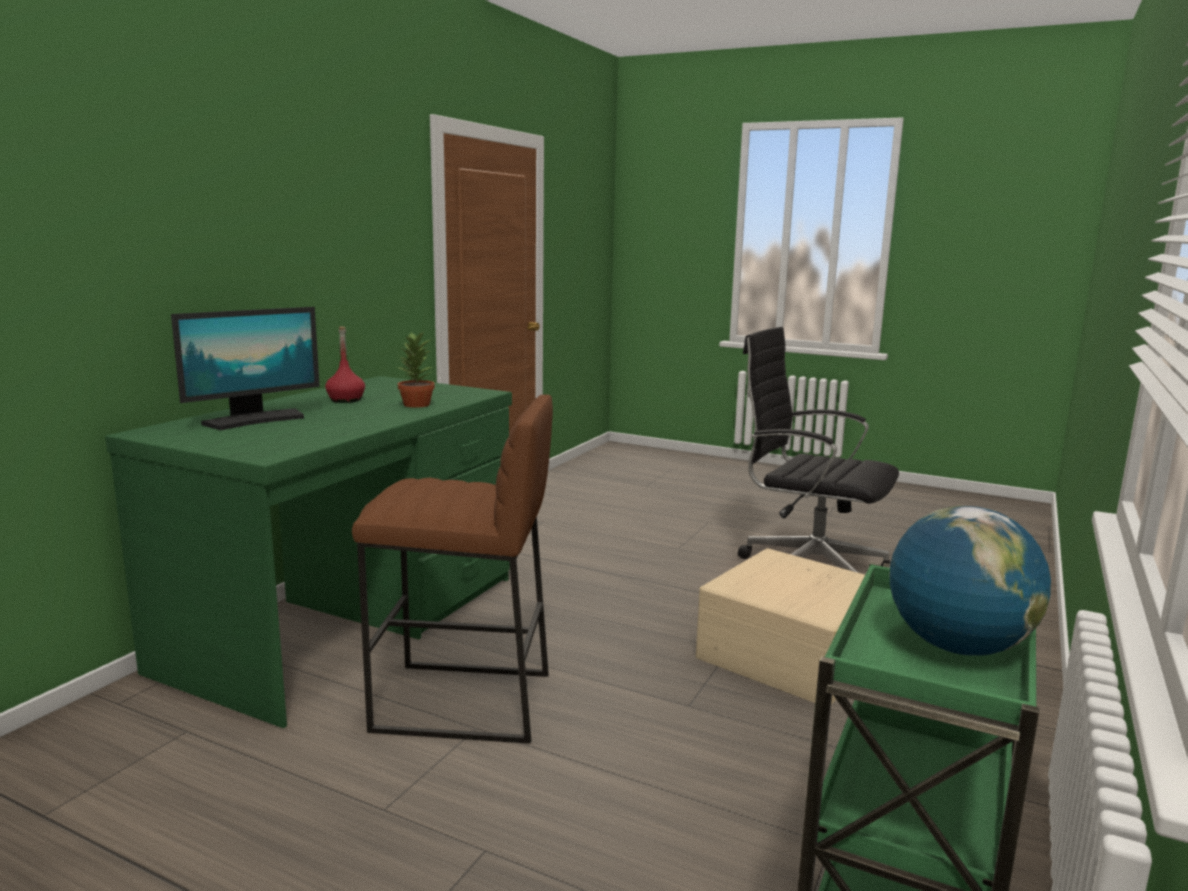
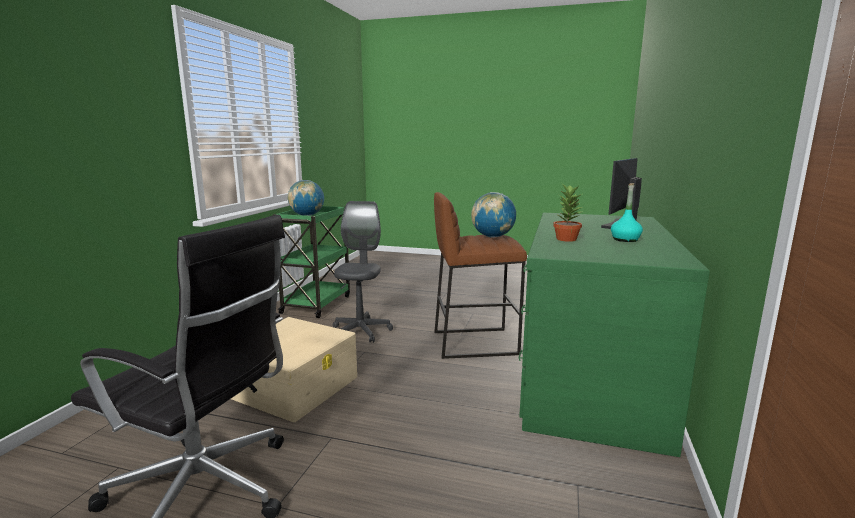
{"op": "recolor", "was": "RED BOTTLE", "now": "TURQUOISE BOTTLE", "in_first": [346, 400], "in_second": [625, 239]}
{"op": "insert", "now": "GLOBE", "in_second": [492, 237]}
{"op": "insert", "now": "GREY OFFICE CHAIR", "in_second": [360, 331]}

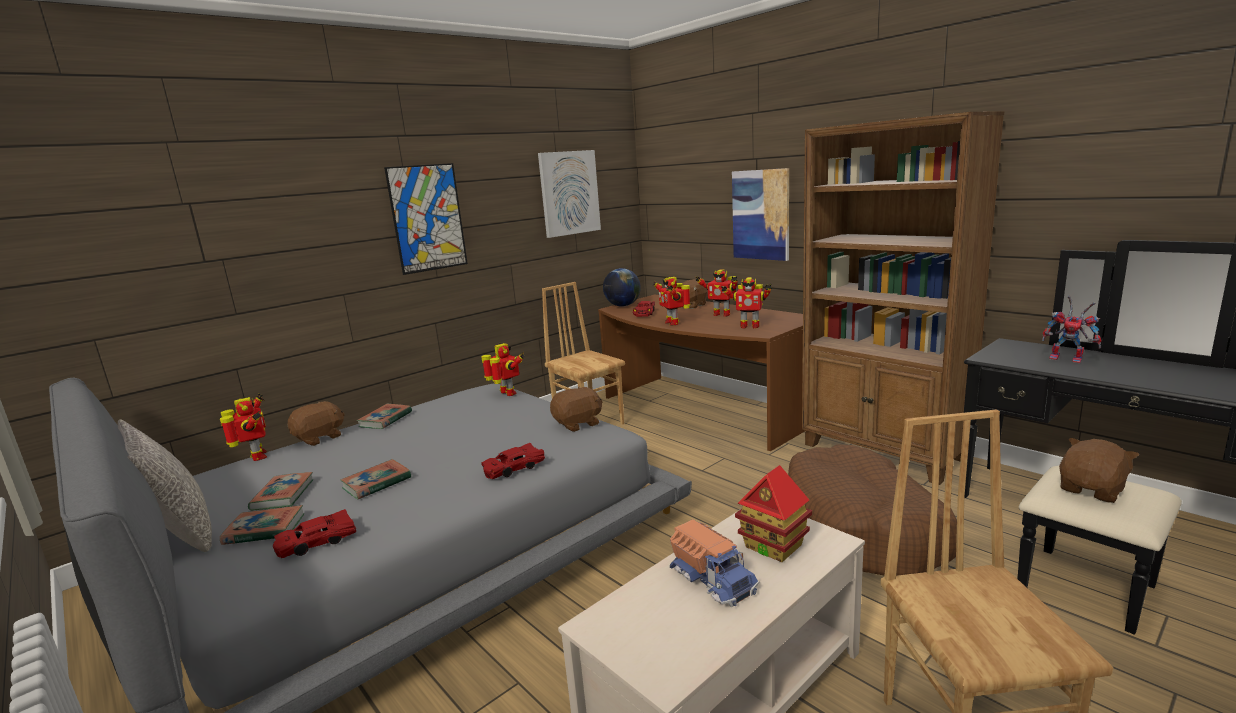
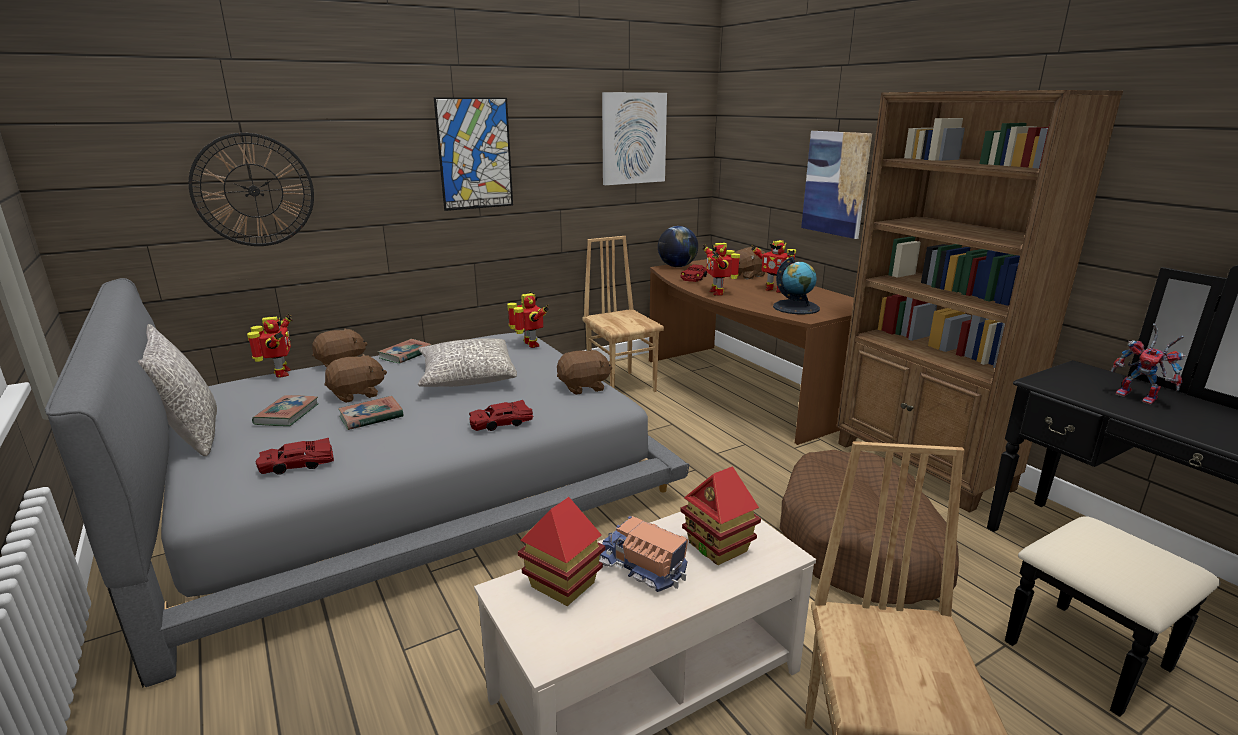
{"op": "replace", "was": "TOY ROBOT", "now": "GLOBE", "in_first": [749, 326], "in_second": [796, 307]}
{"op": "move", "was": "BROWN PLUSH TOY", "in_first": [1092, 490], "in_second": [357, 394]}
{"op": "delete", "was": "BOOK", "in_first": [264, 530]}
{"op": "rotate", "was": "TOY TRUCK", "in_first": [713, 579], "in_second": [641, 568], "clockwise": 150}
{"op": "insert", "now": "WALL CLOCK", "in_second": [254, 190]}
{"op": "insert", "now": "GREY PILLOW", "in_second": [467, 376]}
{"op": "insert", "now": "TOY HOUSE", "in_second": [562, 585]}

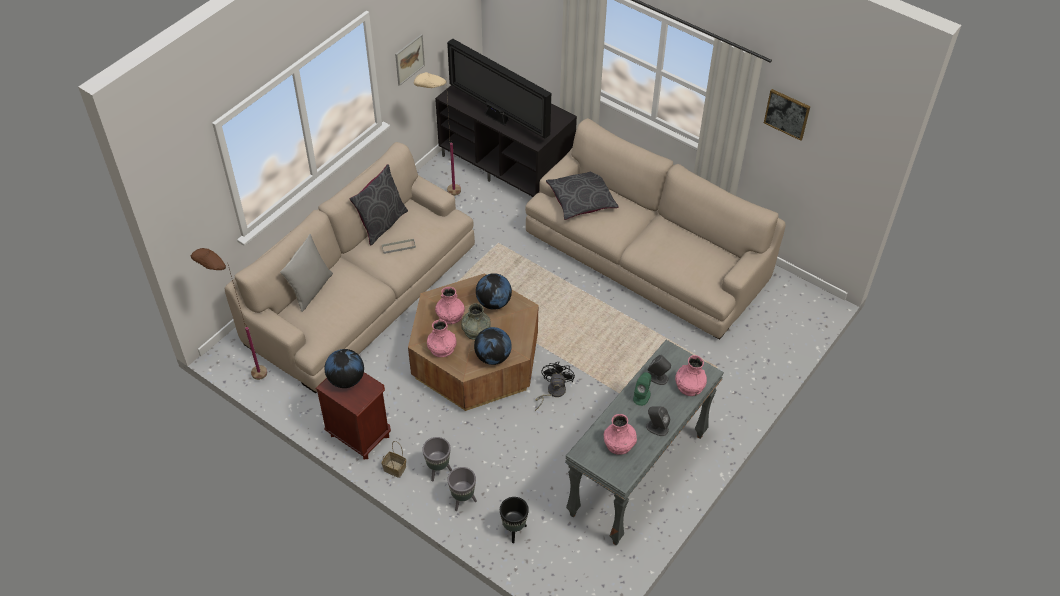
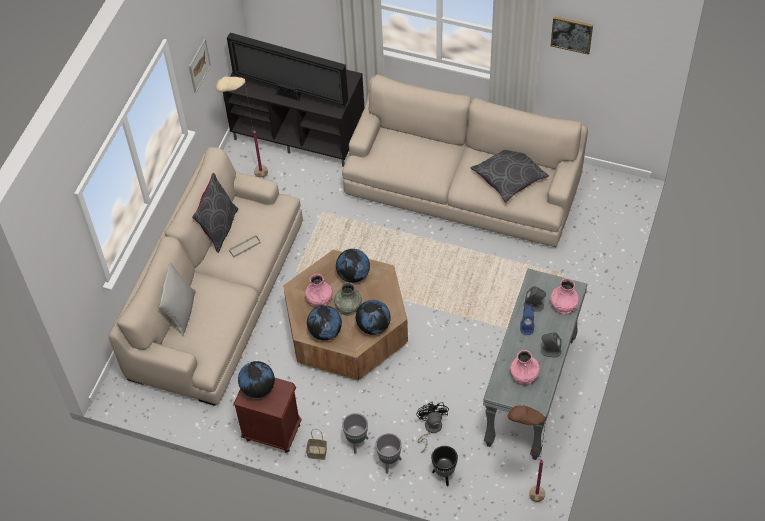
{"op": "move", "was": "GREY PILLOW", "in_first": [581, 200], "in_second": [509, 177]}
{"op": "move", "was": "BROWN FLOOR LAMP", "in_first": [247, 373], "in_second": [522, 497]}
{"op": "replace", "was": "PINK VASE", "now": "GLOBE", "in_first": [442, 348], "in_second": [325, 332]}
{"op": "move", "was": "BLACK FAN", "in_first": [553, 392], "in_second": [430, 429]}
{"op": "recolor", "was": "GREEN SPEAKER", "now": "BLUE SPEAKER", "in_first": [642, 396], "in_second": [527, 326]}

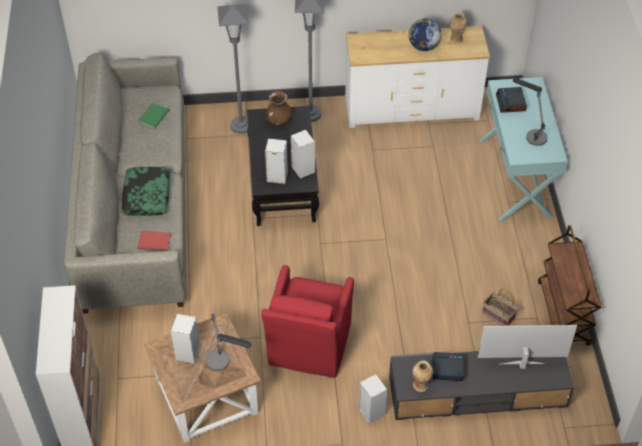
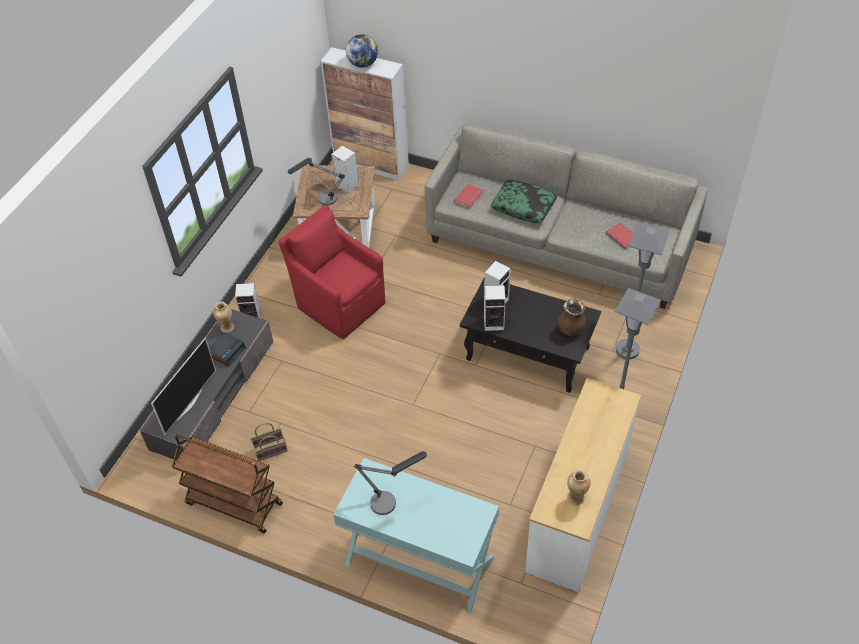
{"op": "move", "was": "GLOBE", "in_first": [423, 47], "in_second": [363, 64]}
{"op": "delete", "was": "ALARM CLOCK", "in_first": [511, 103]}
{"op": "recolor", "was": "GREEN BOOK", "now": "RED BOOK", "in_first": [152, 116], "in_second": [623, 236]}

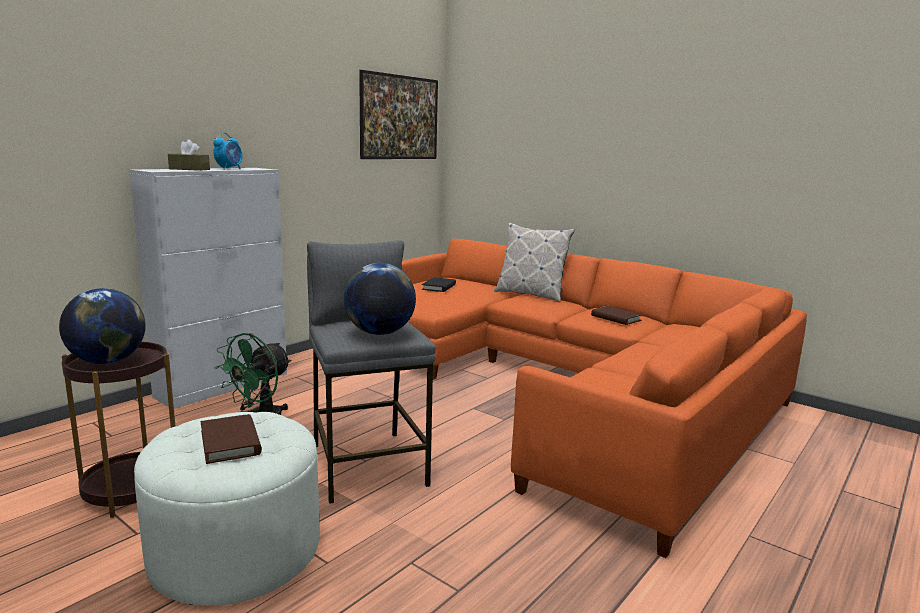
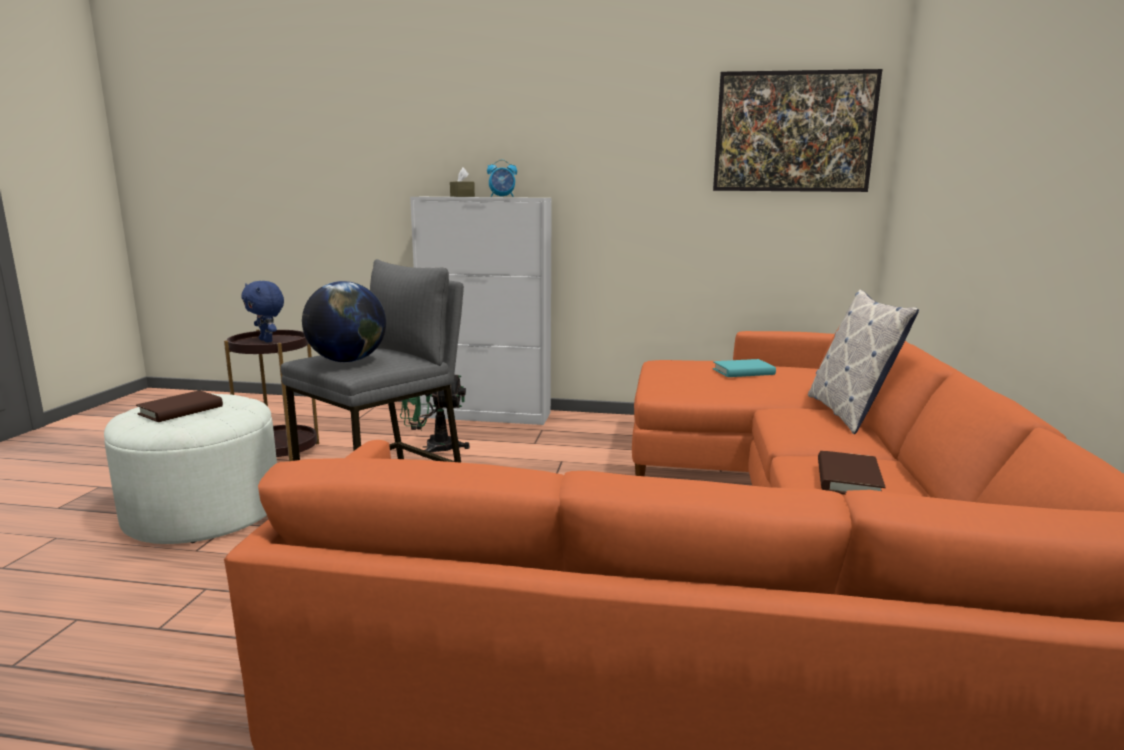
{"op": "recolor", "was": "BLACK BOOK", "now": "TURQUOISE BOOK", "in_first": [439, 287], "in_second": [743, 372]}
{"op": "replace", "was": "GLOBE", "now": "BLUE PLUSH TOY", "in_first": [107, 361], "in_second": [267, 340]}

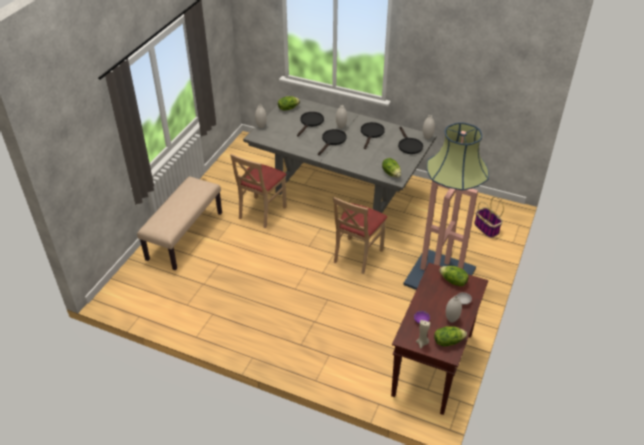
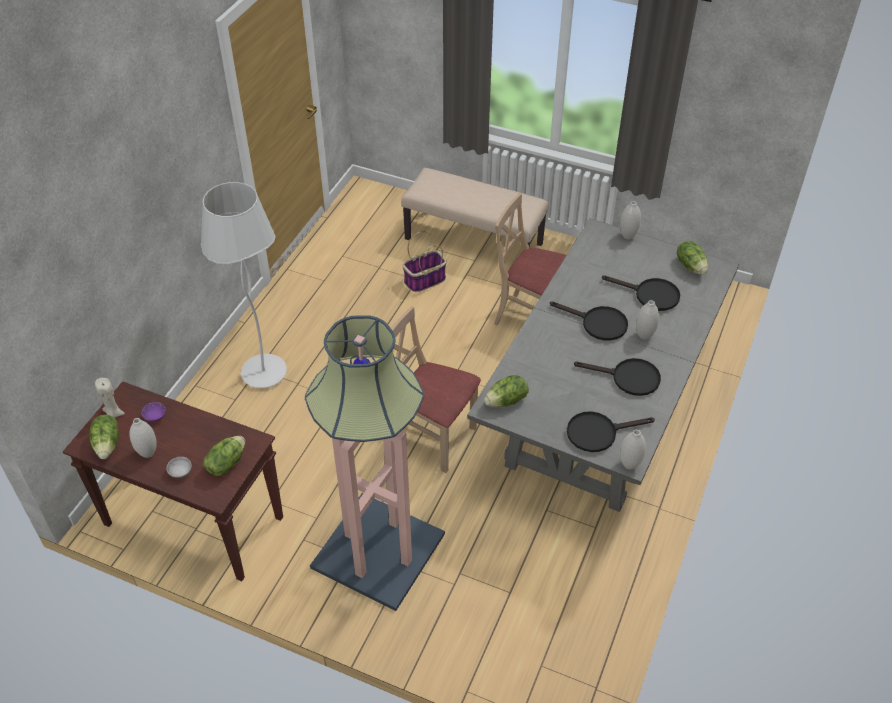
{"op": "move", "was": "BASKET", "in_first": [487, 228], "in_second": [424, 280]}
{"op": "insert", "now": "WHITE FLOOR LAMP", "in_second": [264, 373]}

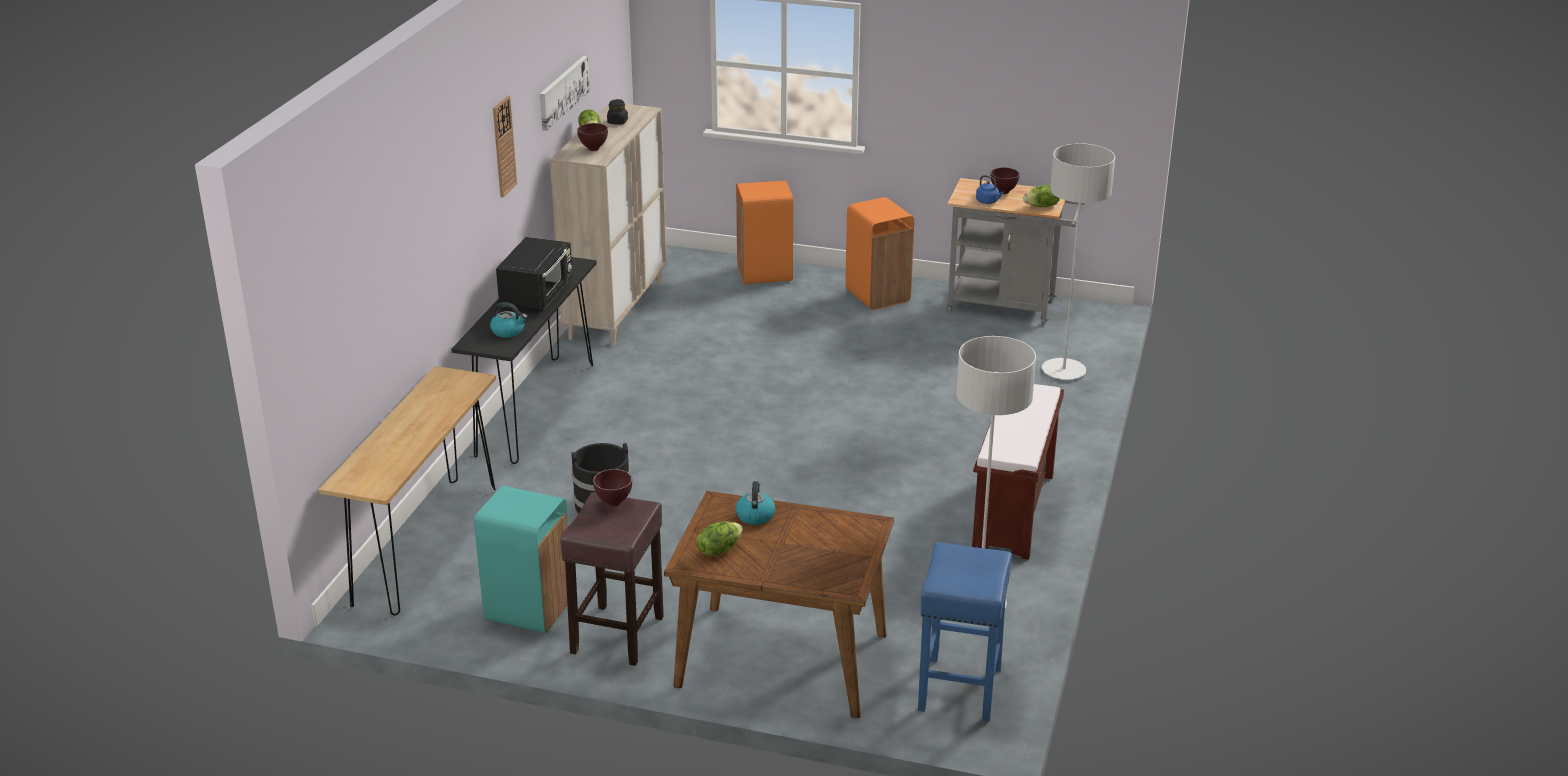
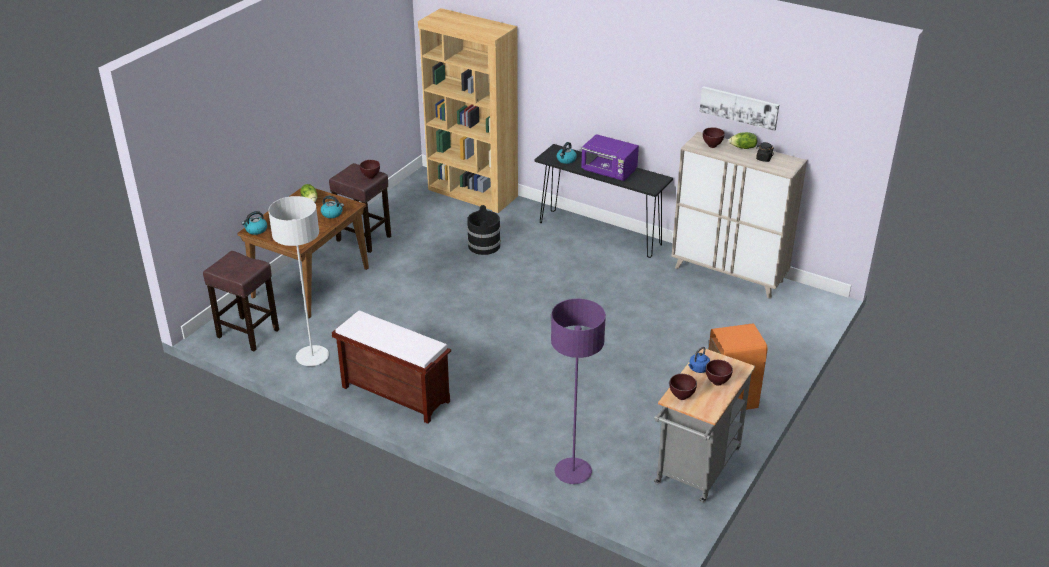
{"op": "delete", "was": "WALL CLOCK", "in_first": [503, 146]}
{"op": "recolor", "was": "GREY FLOOR LAMP", "now": "PURPLE FLOOR LAMP", "in_first": [1063, 371], "in_second": [573, 472]}
{"op": "delete", "was": "ORANGE TRASH CAN", "in_first": [764, 273]}
{"op": "replace", "was": "LETTUCE", "now": "BROWN BOWL", "in_first": [1042, 206], "in_second": [681, 397]}
{"op": "recolor", "was": "BLACK MICROWAVE", "now": "PURPLE MICROWAVE", "in_first": [538, 296], "in_second": [609, 172]}
{"op": "replace", "was": "BROWN CONSOLE TABLE", "now": "BROWN BOOKCASE", "in_first": [426, 545], "in_second": [472, 193]}
{"op": "delete", "was": "TURQUOISE TRASH CAN", "in_first": [529, 610]}
{"op": "recolor", "was": "BLUE STOOL", "now": "BROWN STOOL", "in_first": [959, 690], "in_second": [247, 333]}
{"op": "insert", "now": "KETTLE", "in_second": [256, 230]}

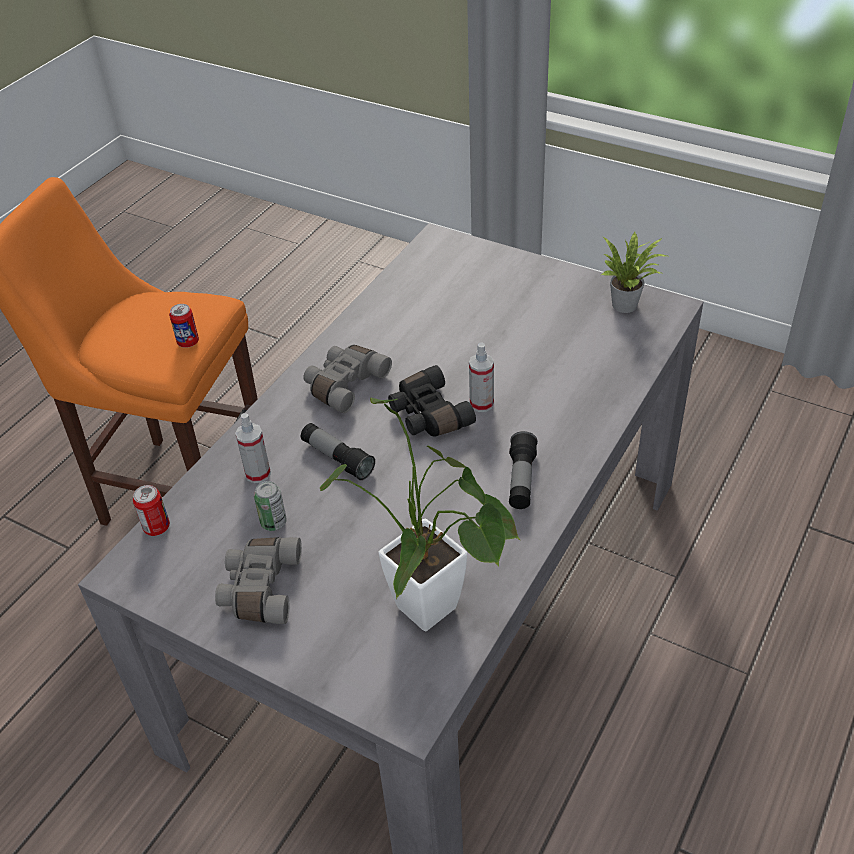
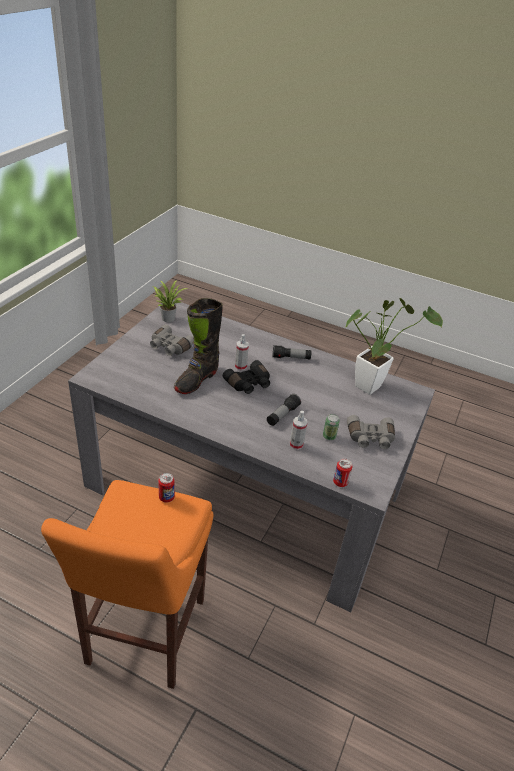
{"op": "move", "was": "GREY BINOCULARS", "in_first": [344, 384], "in_second": [169, 347]}
{"op": "insert", "now": "BLACK BOOT", "in_second": [196, 380]}

